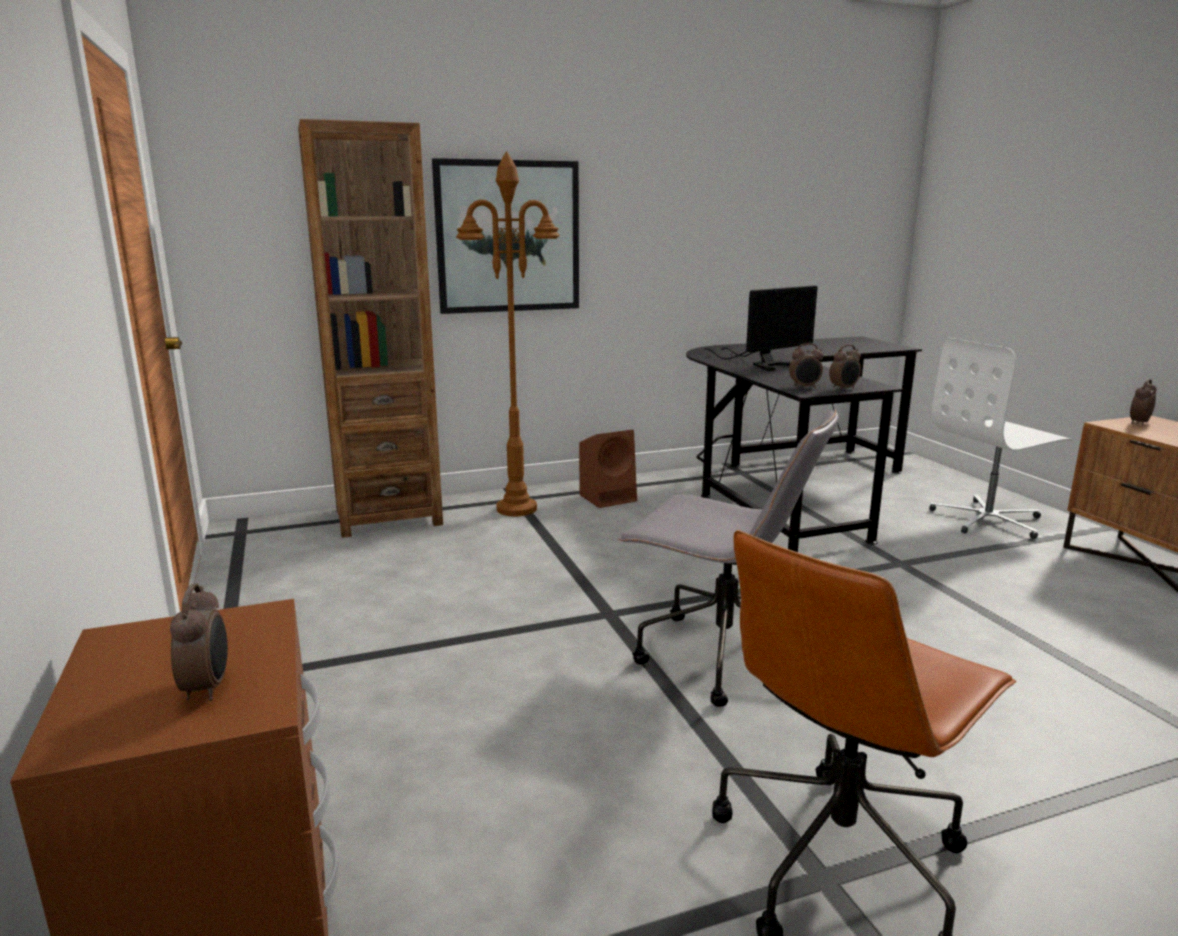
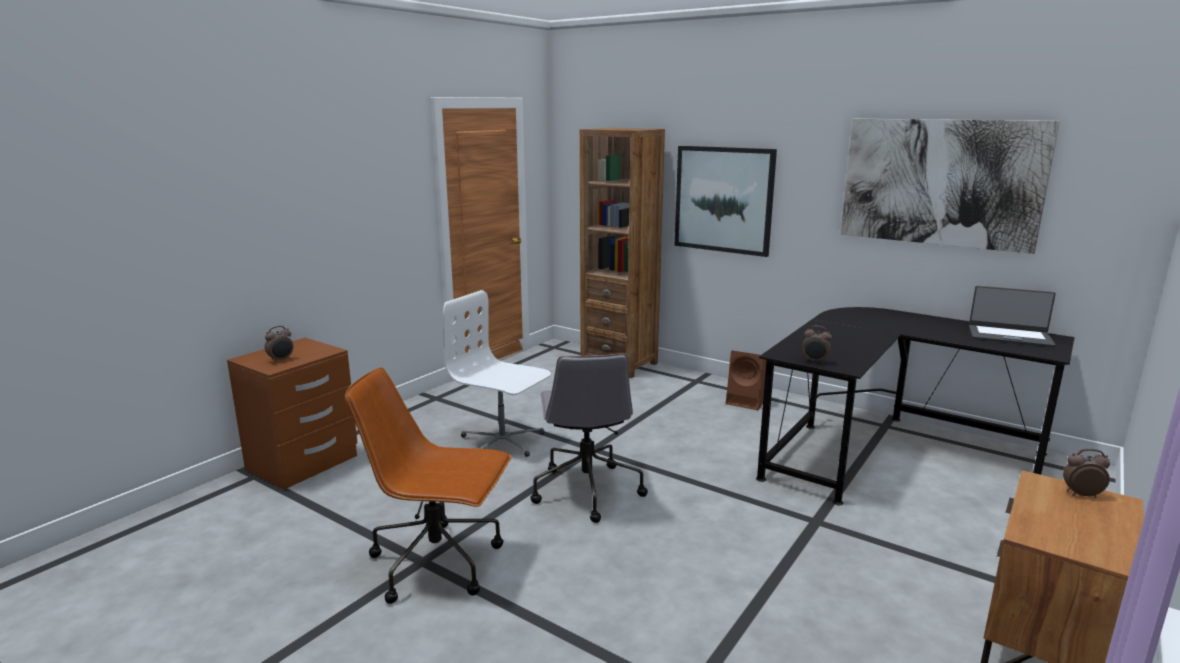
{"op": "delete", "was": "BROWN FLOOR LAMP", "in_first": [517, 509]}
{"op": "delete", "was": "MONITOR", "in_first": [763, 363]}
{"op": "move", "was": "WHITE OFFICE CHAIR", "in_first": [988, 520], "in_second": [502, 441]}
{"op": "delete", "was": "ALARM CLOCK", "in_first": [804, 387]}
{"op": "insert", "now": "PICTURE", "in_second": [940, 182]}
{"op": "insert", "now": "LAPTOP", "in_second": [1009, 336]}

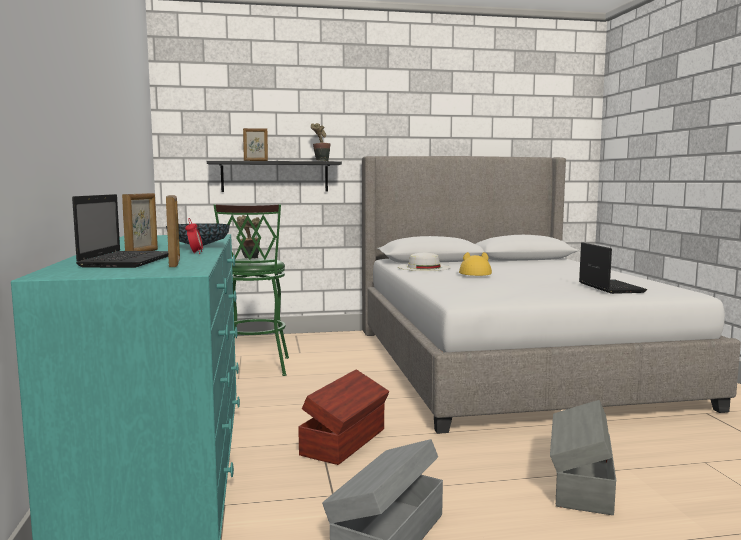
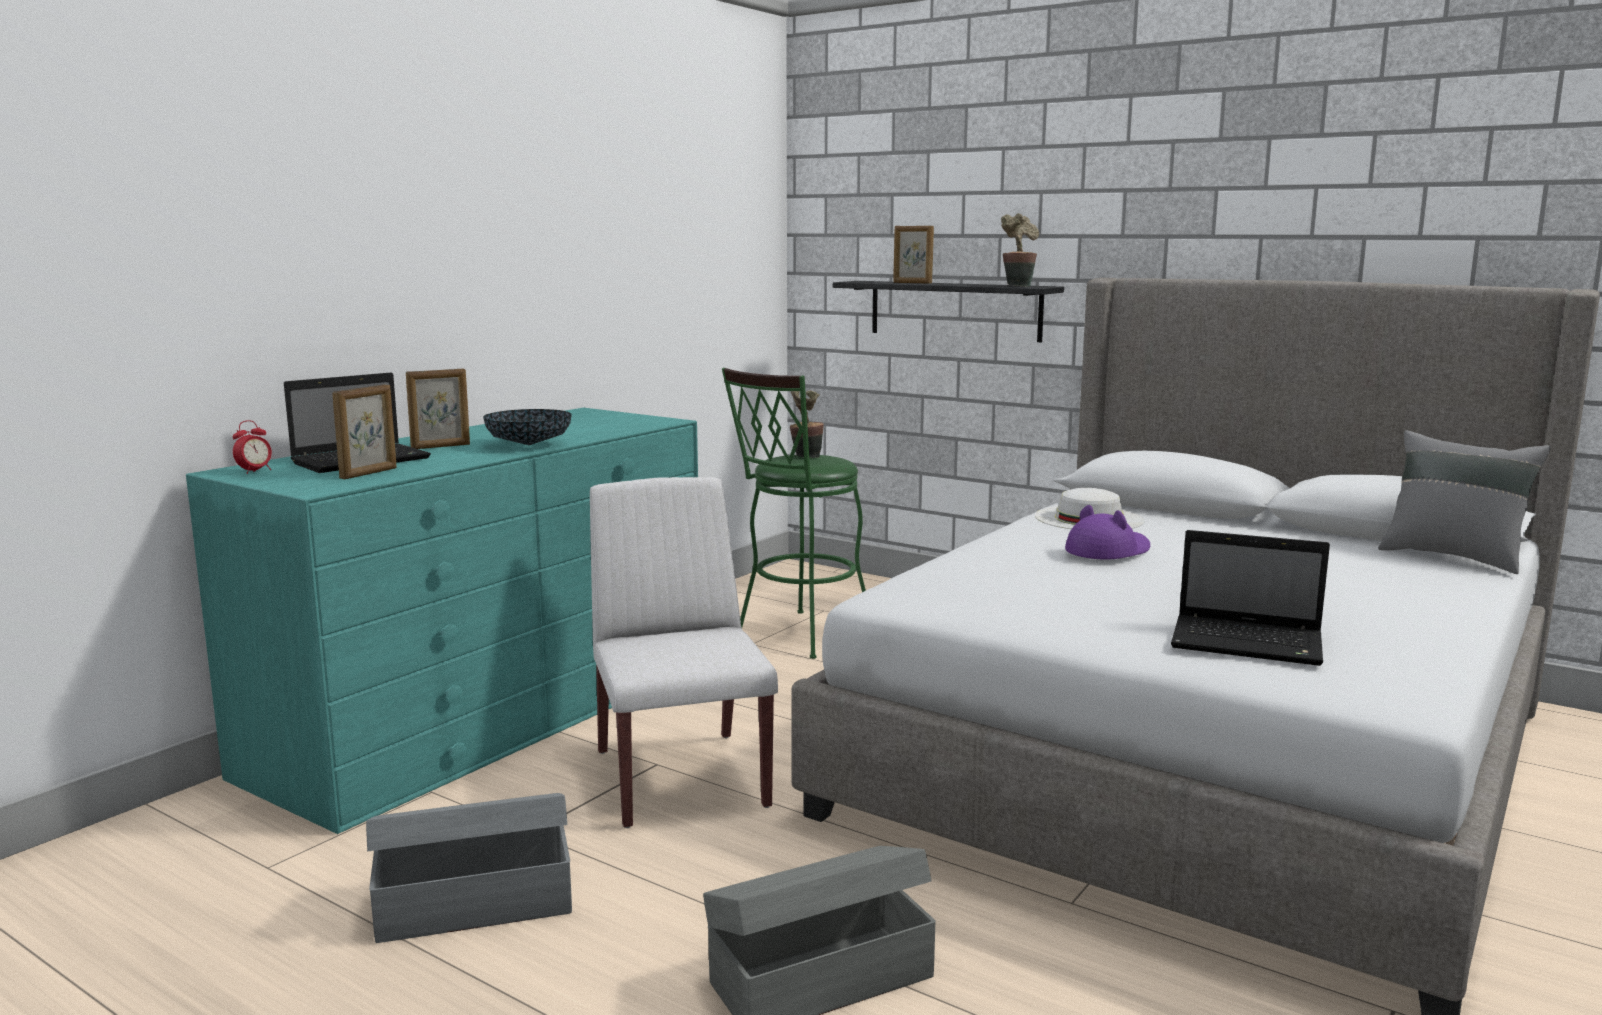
{"op": "move", "was": "ALARM CLOCK", "in_first": [195, 253], "in_second": [255, 471]}
{"op": "rotate", "was": "LAPTOP", "in_first": [609, 287], "in_second": [1250, 643], "clockwise": 75}
{"op": "recolor", "was": "YELLOW HAT", "now": "PURPLE HAT", "in_first": [474, 274], "in_second": [1107, 551]}
{"op": "replace", "was": "BROWN STORAGE BOX", "now": "WHITE CHAIR", "in_first": [345, 441], "in_second": [680, 777]}
{"op": "insert", "now": "GREY PILLOW", "in_second": [1453, 557]}

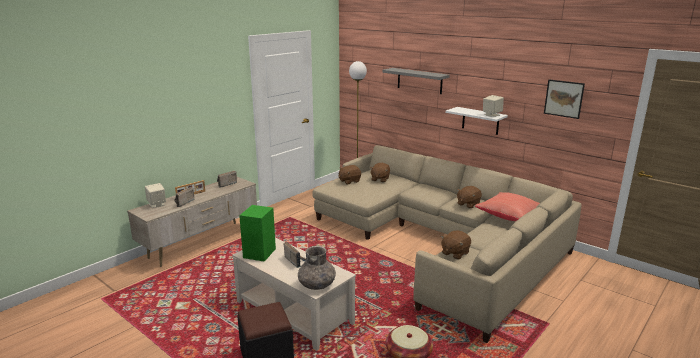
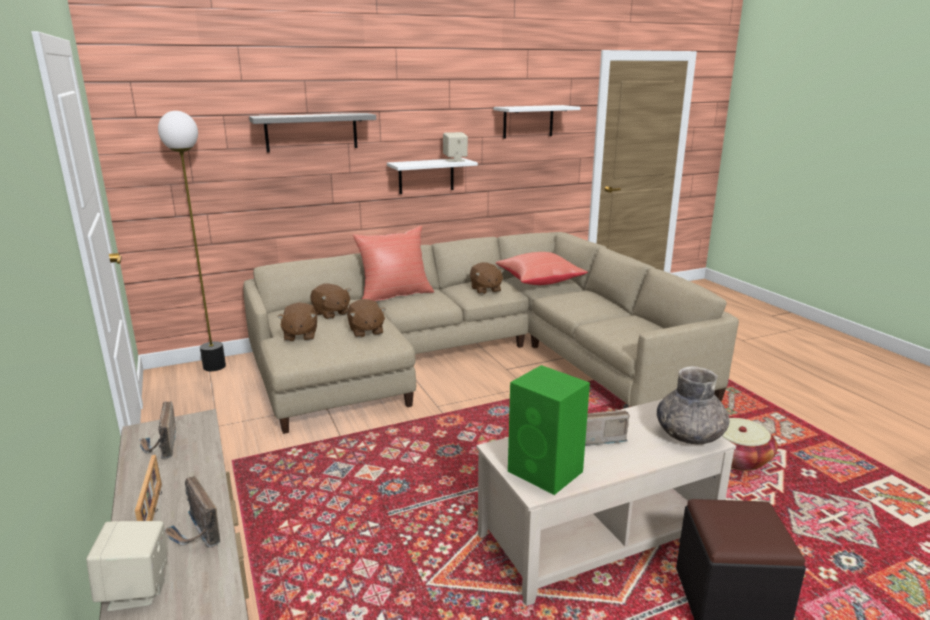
{"op": "replace", "was": "PICTURE", "now": "WHITE SHELF", "in_first": [563, 98], "in_second": [528, 121]}
{"op": "move", "was": "BROWN PLUSH TOY", "in_first": [454, 253], "in_second": [366, 331]}
{"op": "insert", "now": "RED PILLOW", "in_second": [394, 295]}

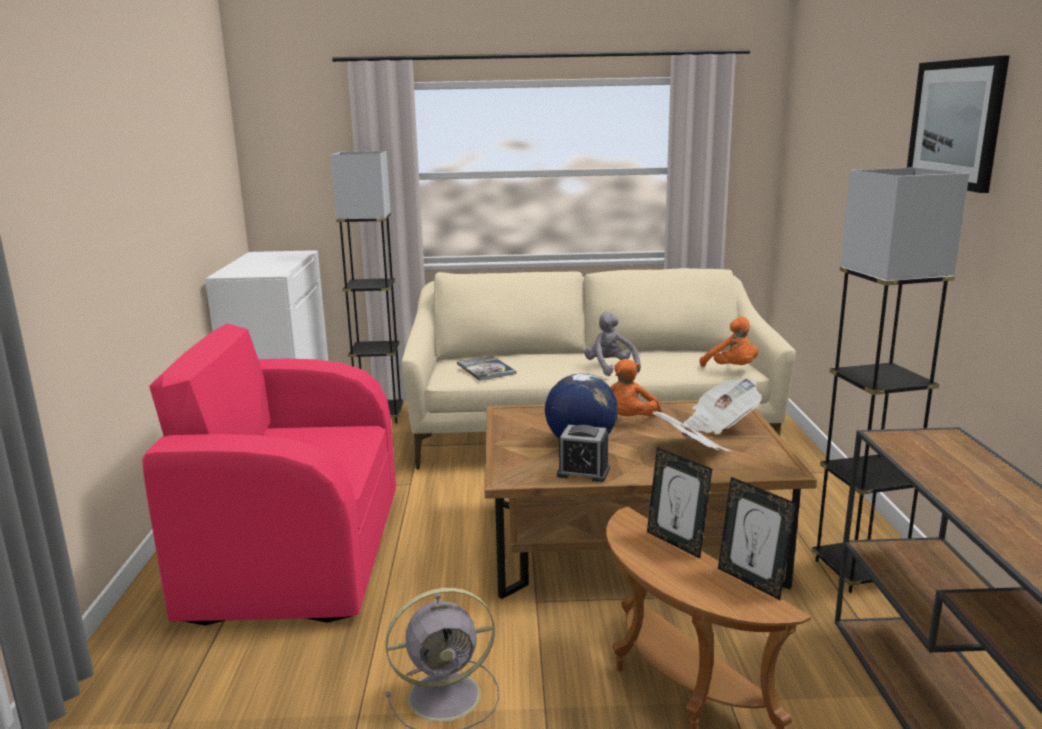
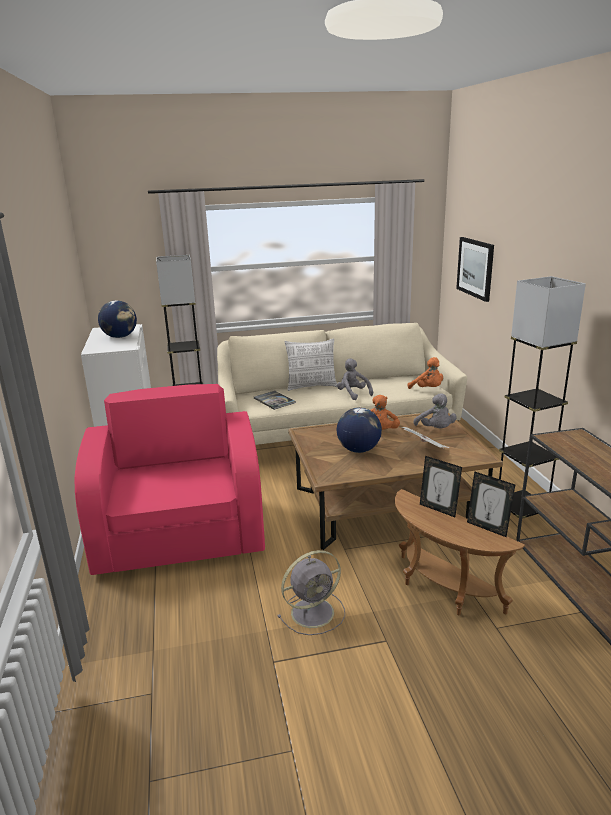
{"op": "move", "was": "PICTURE", "in_first": [955, 123], "in_second": [475, 268]}
{"op": "rotate", "was": "PINK ARMCHAIR", "in_first": [296, 553], "in_second": [181, 535], "clockwise": 90}
{"op": "replace", "was": "NEWSPAPER", "now": "GREY PLUSH TOY", "in_first": [720, 424], "in_second": [435, 429]}
{"op": "delete", "was": "ALARM CLOCK", "in_first": [583, 472]}
{"op": "insert", "now": "GLOBE", "in_second": [120, 337]}
{"op": "insert", "now": "PILLOW", "in_second": [312, 386]}

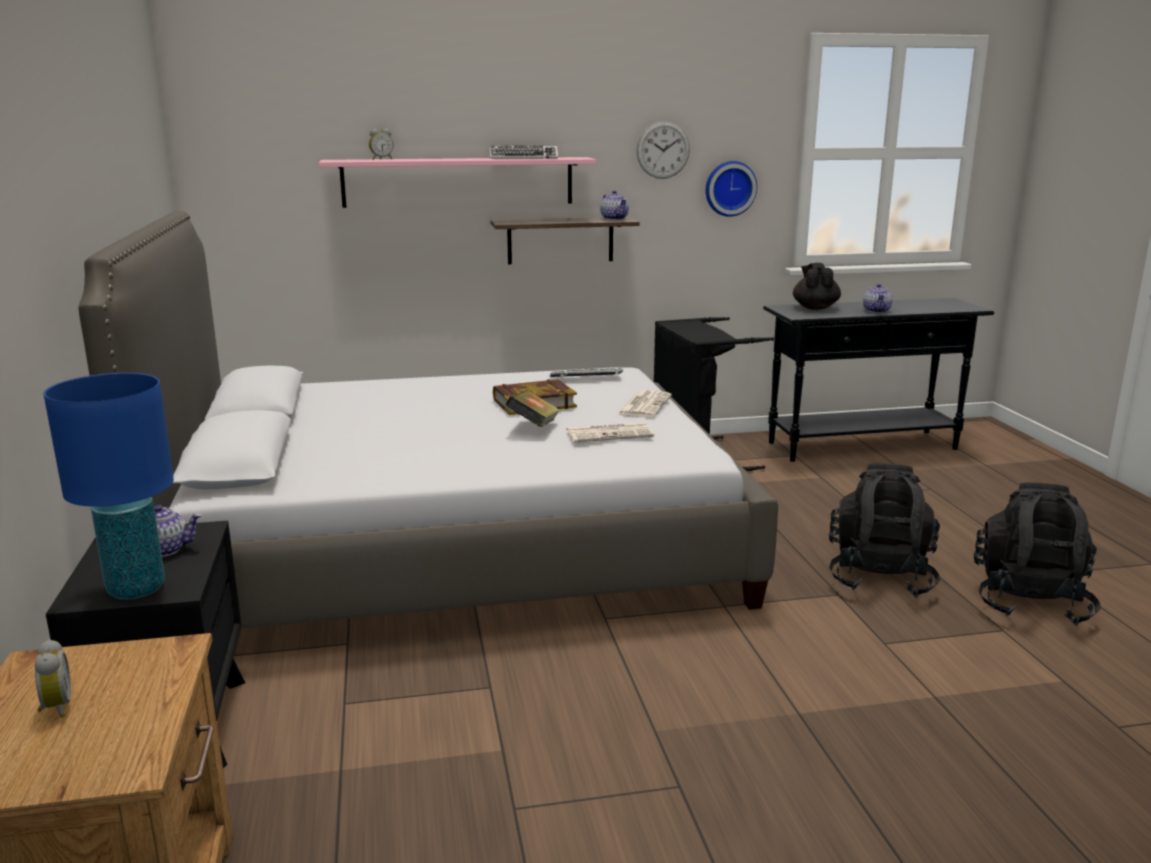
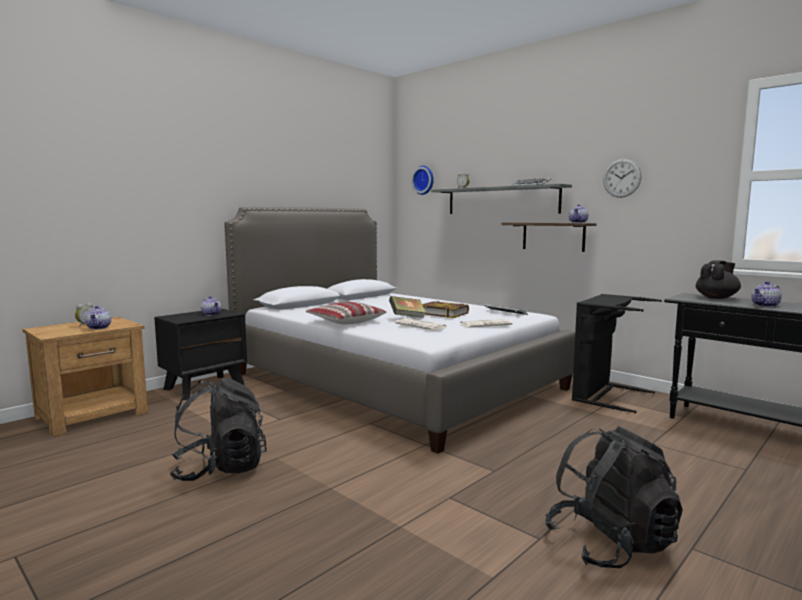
{"op": "recolor", "was": "PINK SHELF", "now": "GREY SHELF", "in_first": [458, 182], "in_second": [501, 200]}
{"op": "move", "was": "WALL CLOCK", "in_first": [729, 188], "in_second": [424, 180]}
{"op": "delete", "was": "BLUE TABLE LAMP", "in_first": [136, 589]}
{"op": "move", "was": "BLACK BACKPACK", "in_first": [879, 577], "in_second": [220, 469]}
{"op": "insert", "now": "PILLOW", "in_second": [345, 321]}
{"op": "insert", "now": "TEAPOT", "in_second": [99, 328]}

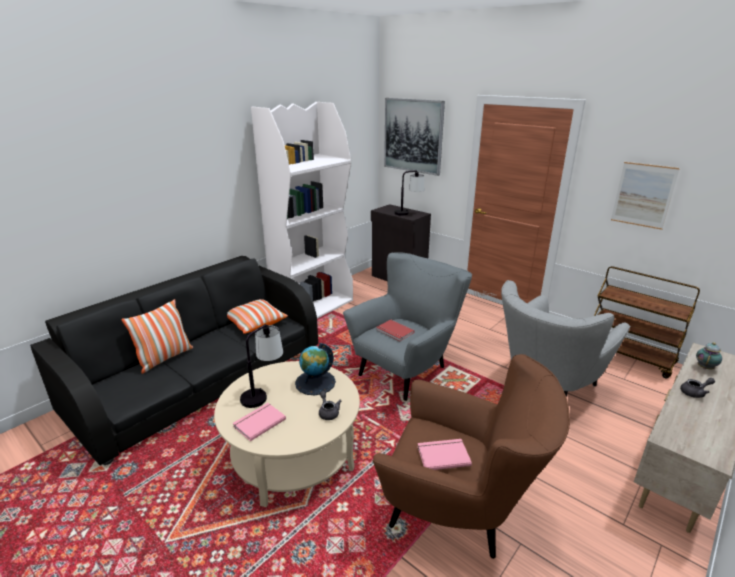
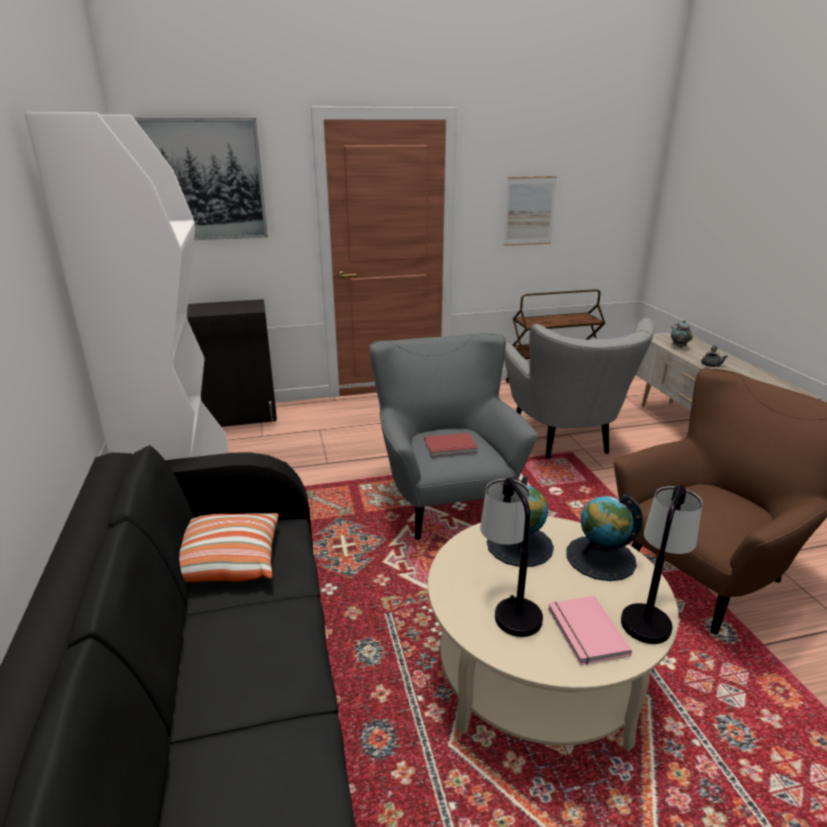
{"op": "move", "was": "TABLE LAMP", "in_first": [408, 213], "in_second": [650, 611]}
{"op": "delete", "was": "PILLOW", "in_first": [165, 358]}
{"op": "replace", "was": "GREY TEAPOT", "now": "GLOBE", "in_first": [328, 412], "in_second": [600, 558]}
{"op": "delete", "was": "PINK BOOK", "in_first": [442, 455]}

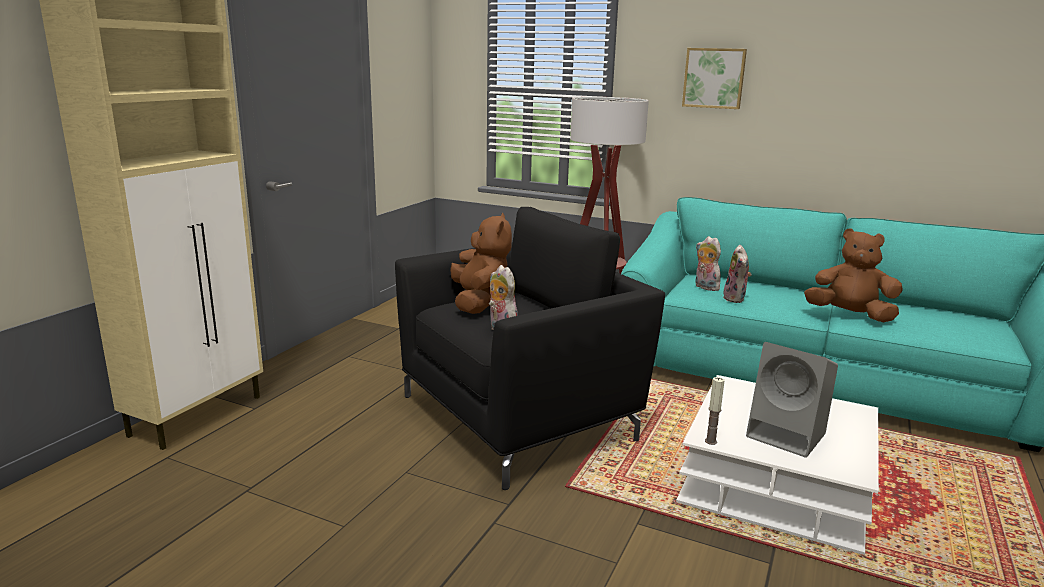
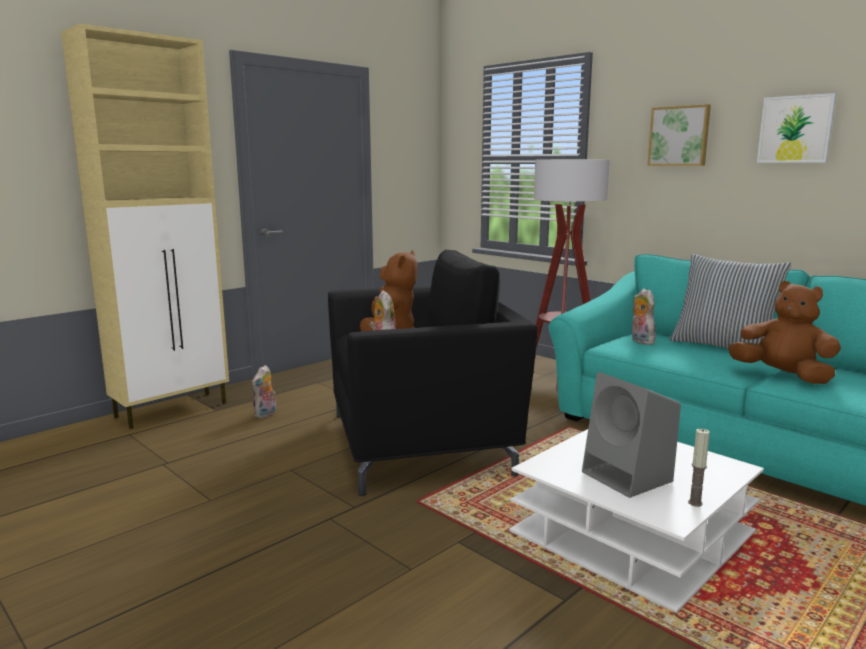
{"op": "move", "was": "PLUSH TOY", "in_first": [736, 299], "in_second": [266, 414]}
{"op": "move", "was": "CANDLE", "in_first": [710, 441], "in_second": [695, 503]}
{"op": "insert", "now": "PICTURE", "in_second": [795, 129]}
{"op": "insert", "now": "PILLOW", "in_second": [723, 347]}

